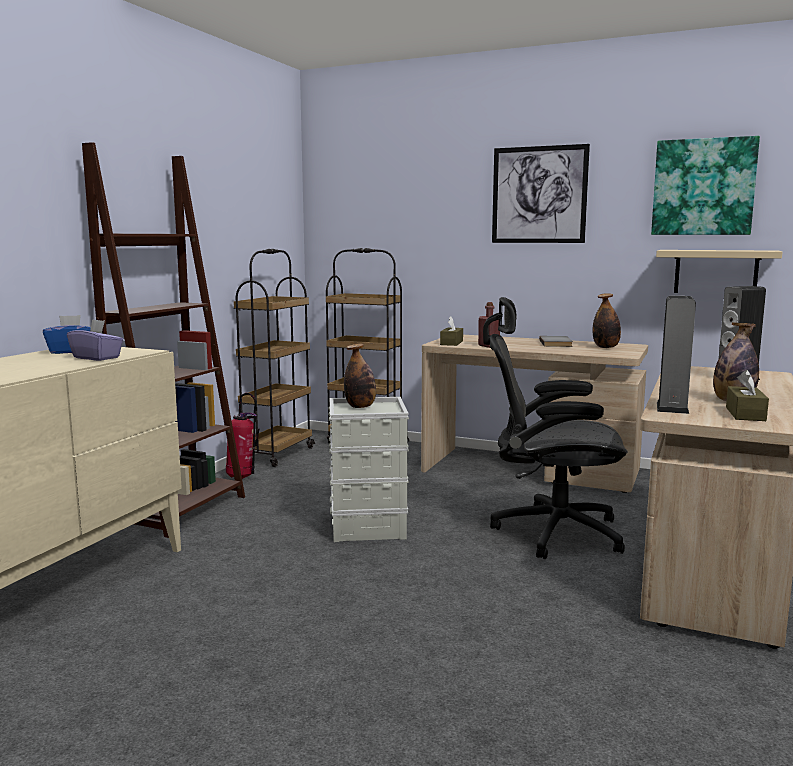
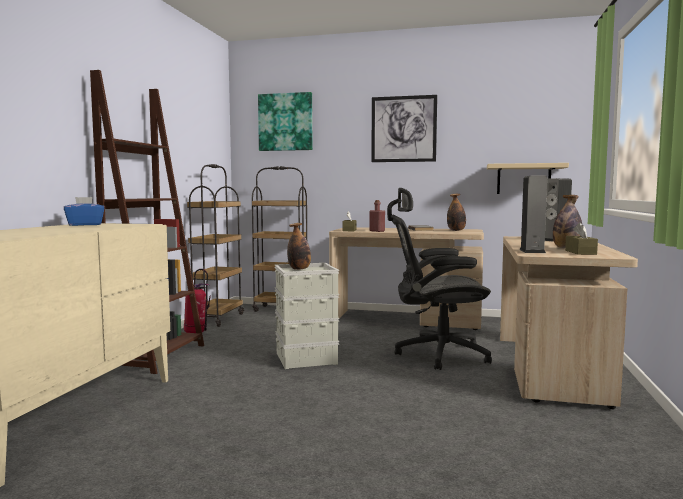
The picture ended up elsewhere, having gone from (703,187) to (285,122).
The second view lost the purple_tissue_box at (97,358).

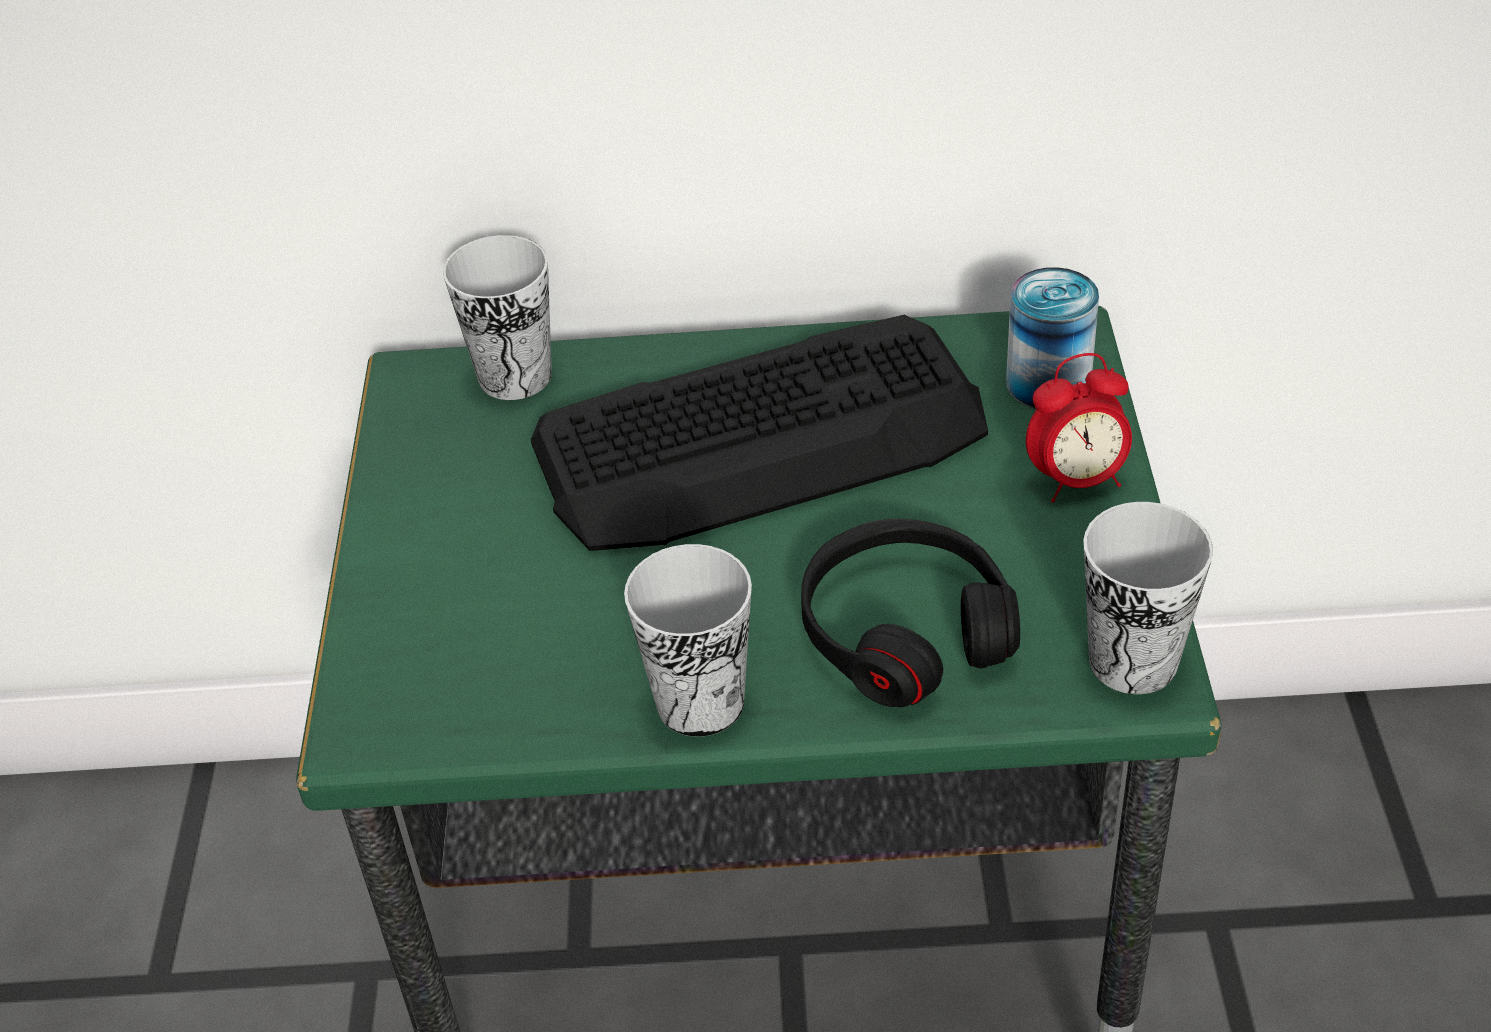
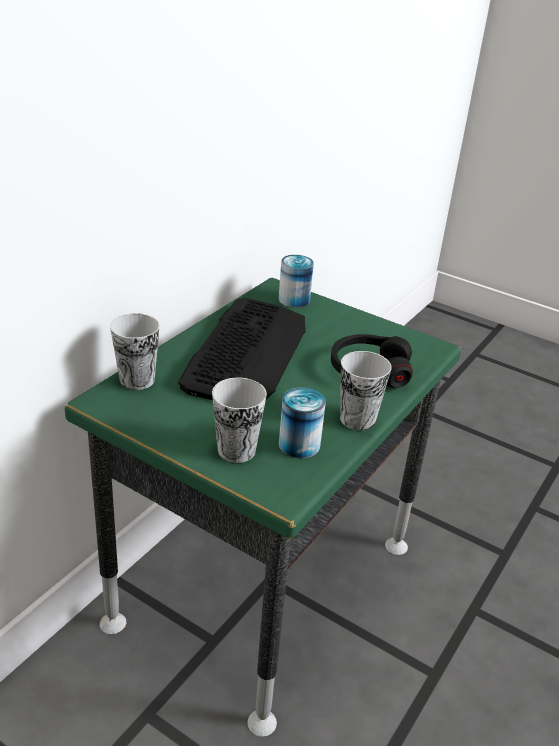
The second view lost the alarm_clock at (1077,480).
The cup ended up elsewhere, having gone from (1133,661) to (236,450).
The second view gained the can at (299,444).

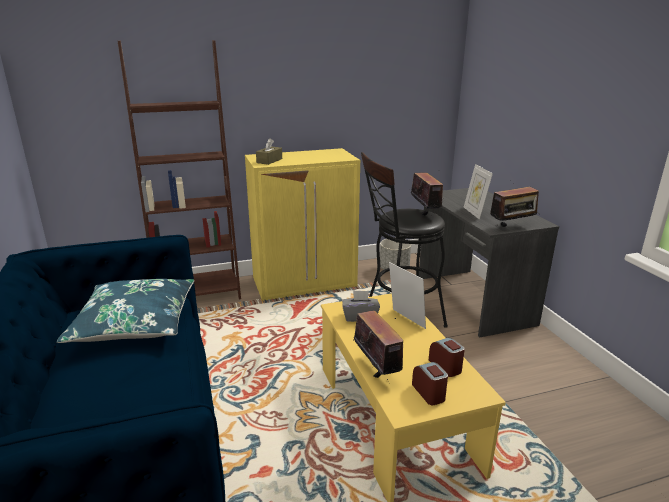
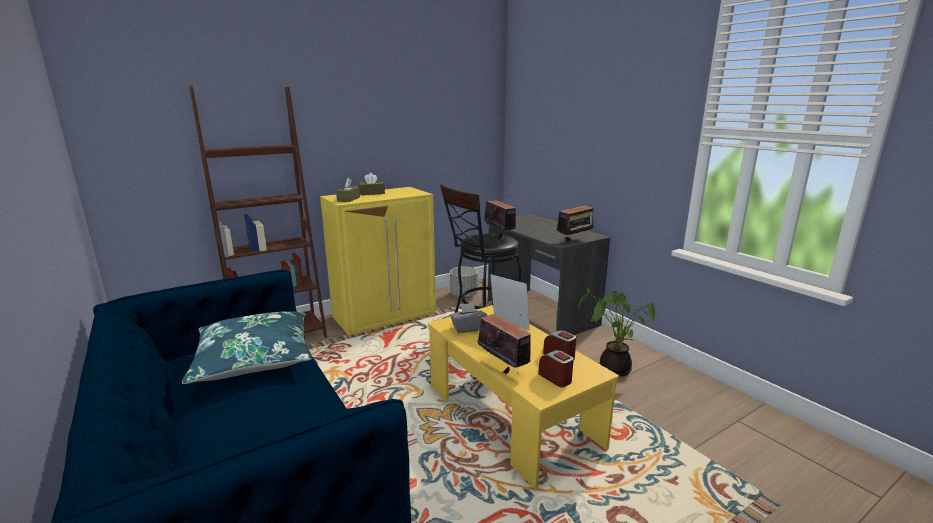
The second view lost the picture_frame at (474,213).
The second view gained the brown_tissue_box at (372,193).
The second view gained the potted_plant at (613,367).

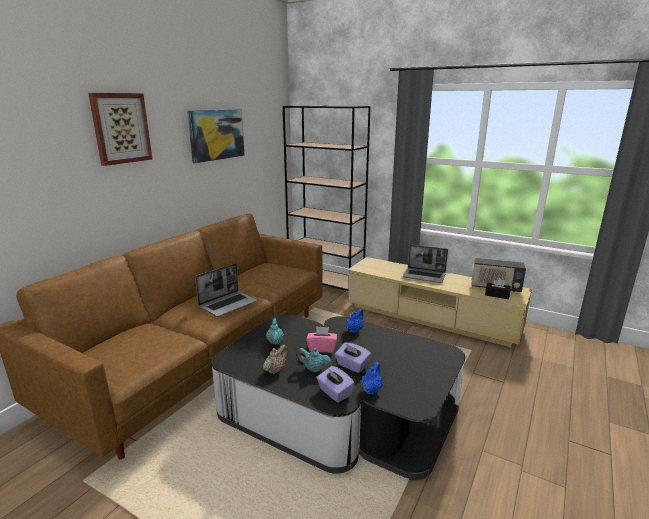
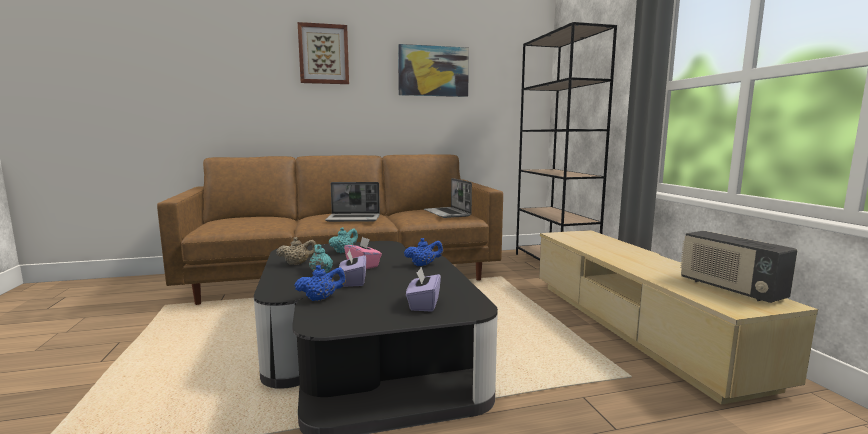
The laptop ended up elsewhere, having gone from (424,276) to (447,213).
The second view lost the black_tissue_box at (497,295).
The purple_tissue_box ended up elsewhere, having gone from (334,393) to (423,304).

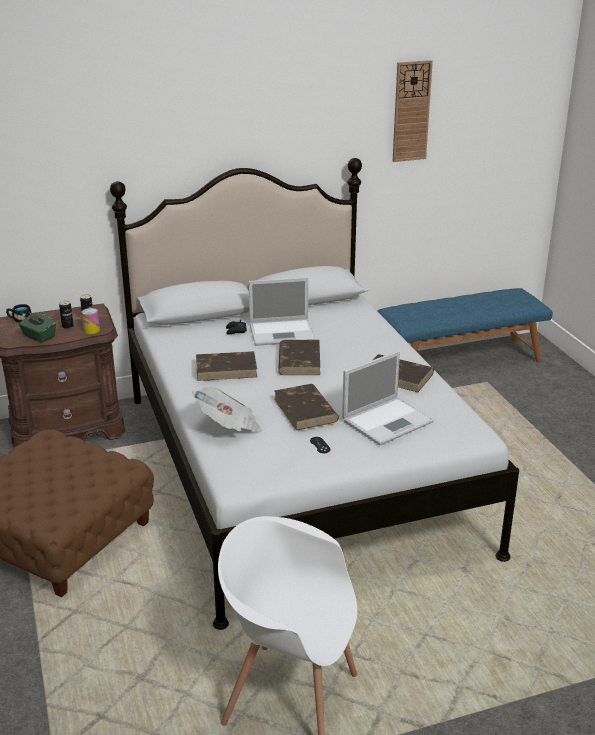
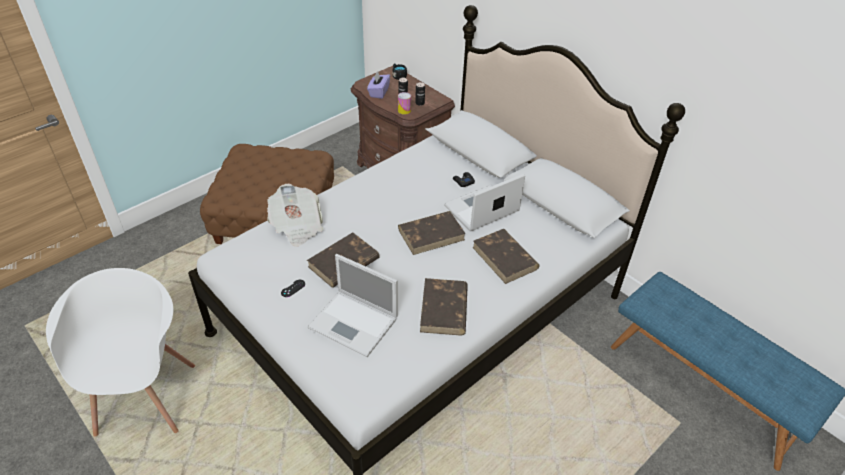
The second view lost the wall_clock at (411,111).
The laptop at (283,332) ended up facing another way, 90 degrees clockwise from before.
What was the green_tissue_box at (38,336) turned into the purple_tissue_box at (378,92).
The brown_book ended up elsewhere, having gone from (227,369) to (505,258).

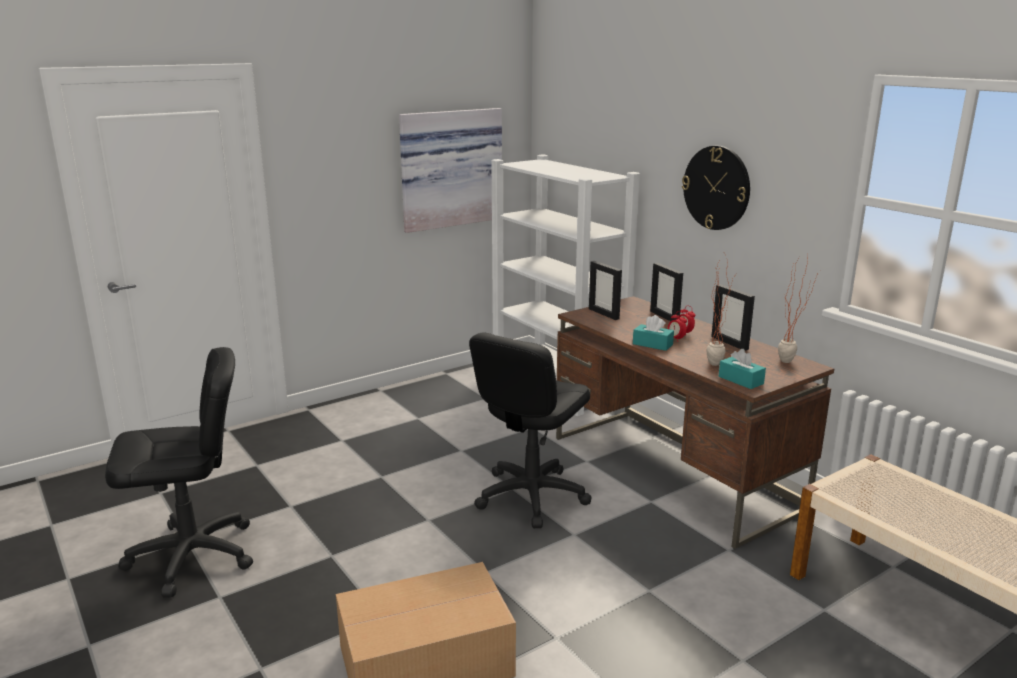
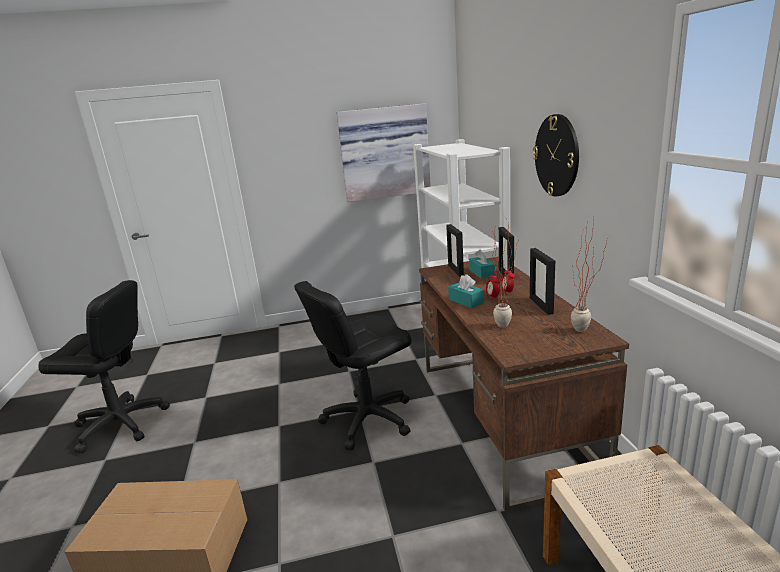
The turquoise_tissue_box ended up elsewhere, having gone from (740,380) to (482,273).

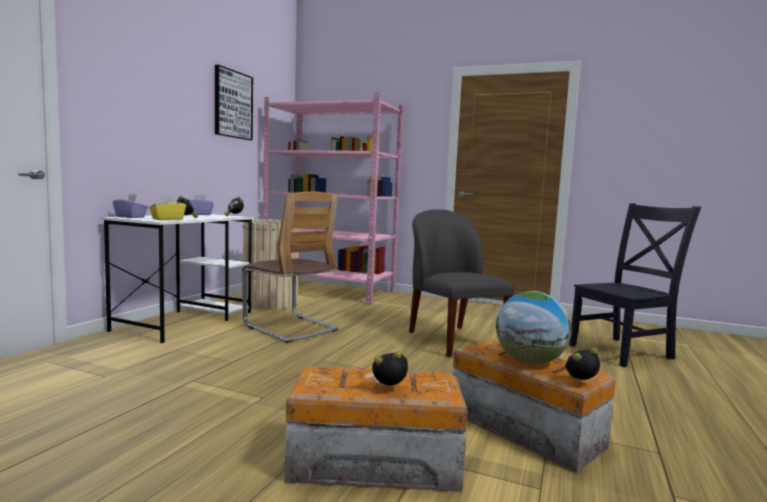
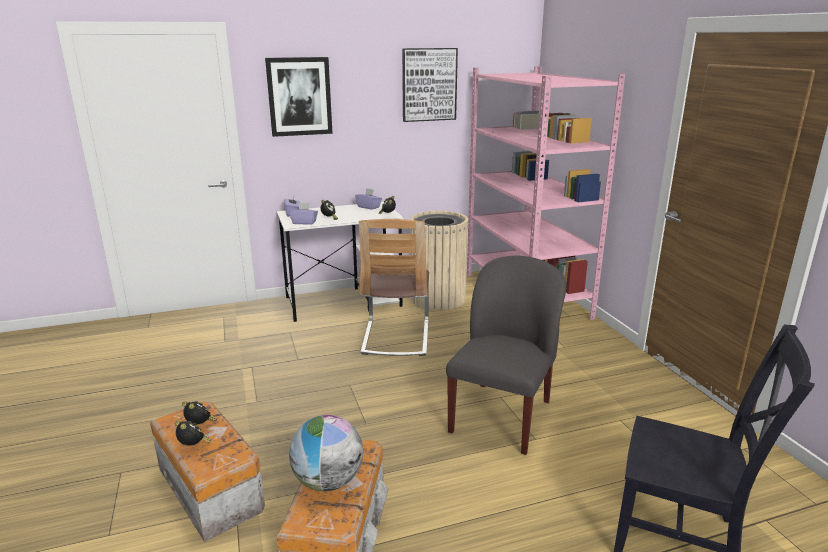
What was the yellow_tissue_box at (167,219) turned into the purple_tissue_box at (304,222).
The alarm_clock ended up elsewhere, having gone from (581,383) to (200,425).
The second view gained the picture at (299,96).

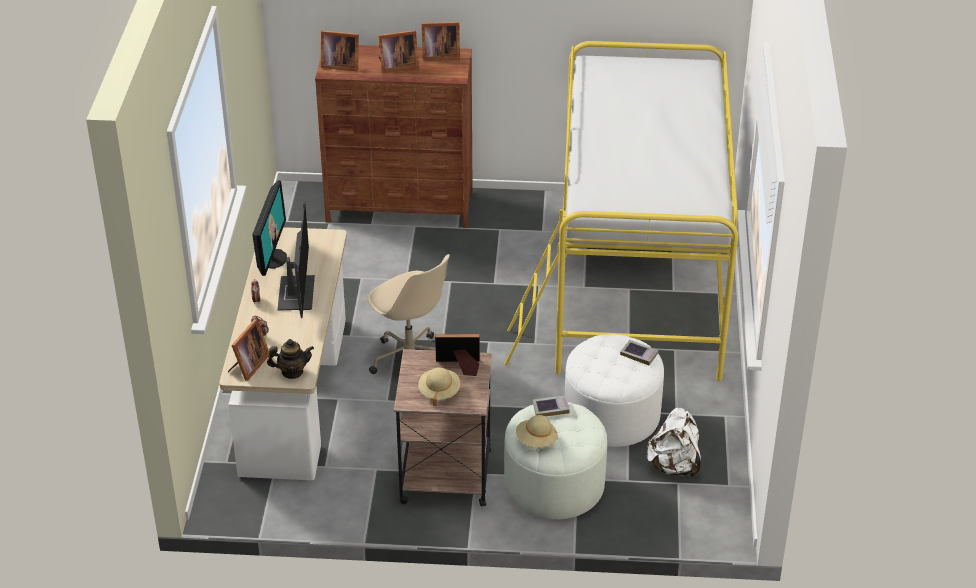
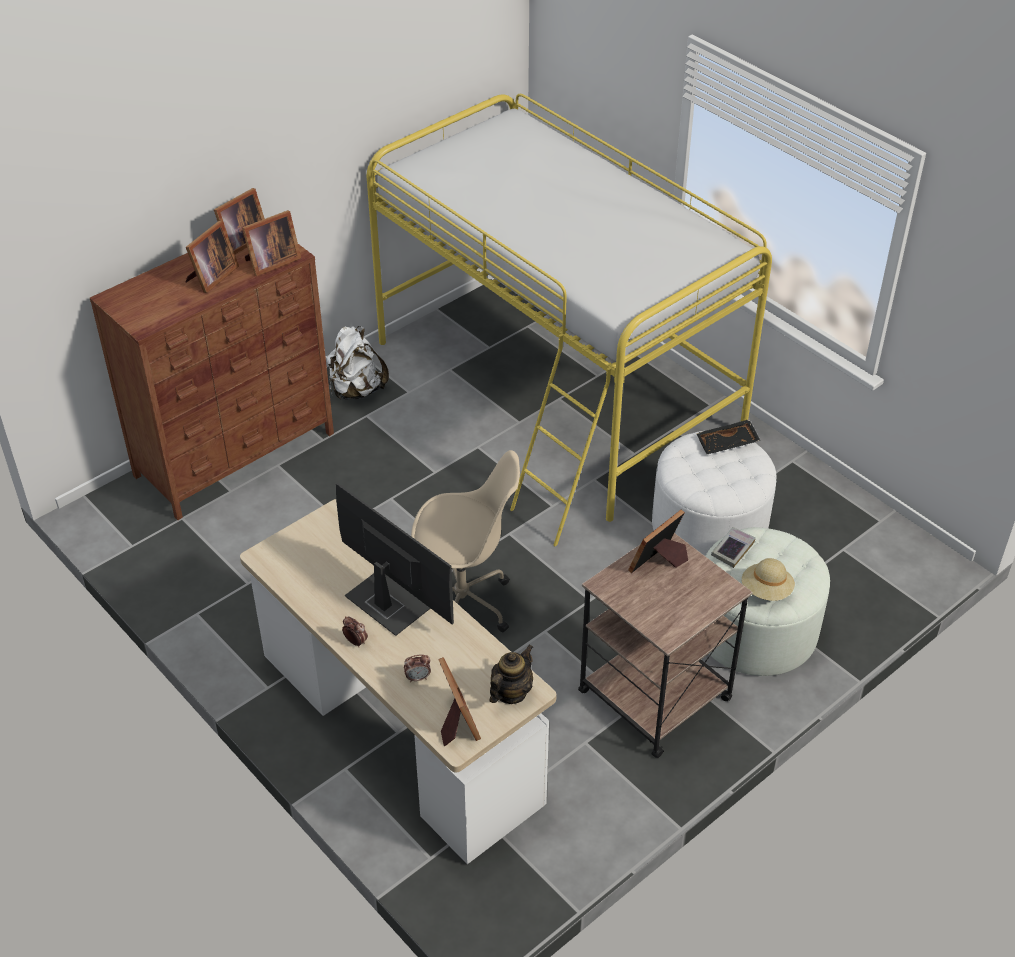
The picture_frame ended up elsewhere, having gone from (339,65) to (270,262).
The second view lost the monitor at (272,258).
Where the book stood at (639,354), the black_tray came to stand at (727,444).
The second view lost the beige_hat at (439,392).
The white_backpack ended up elsewhere, having gone from (674,465) to (356,390).

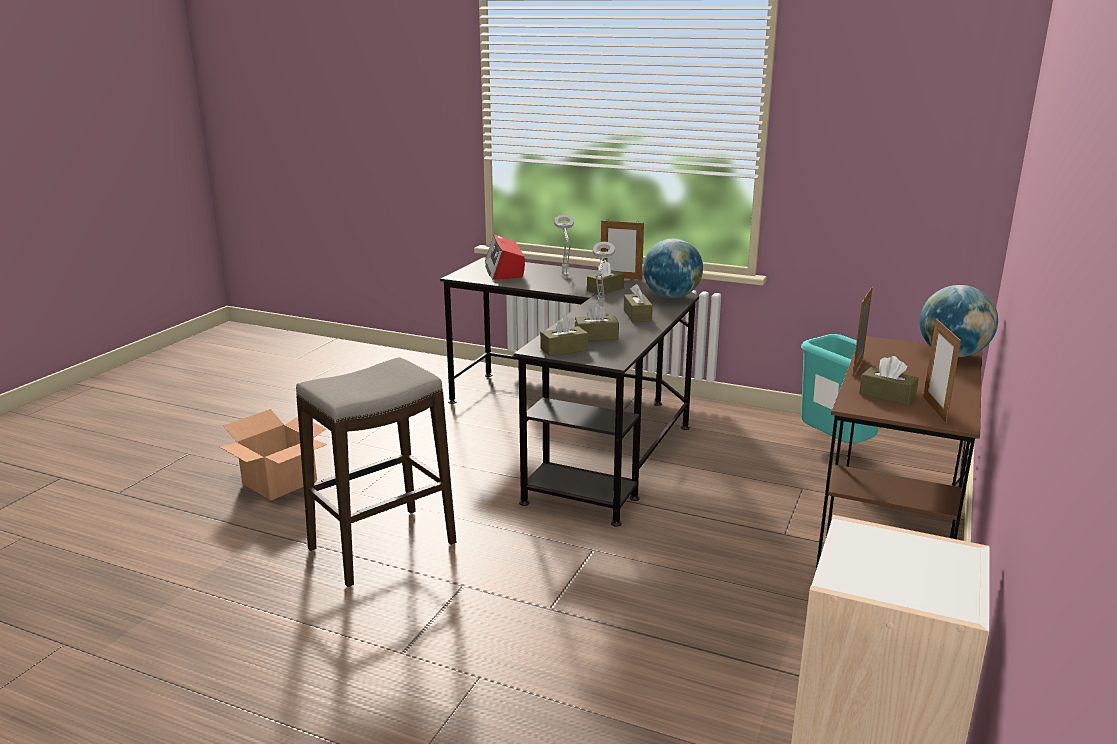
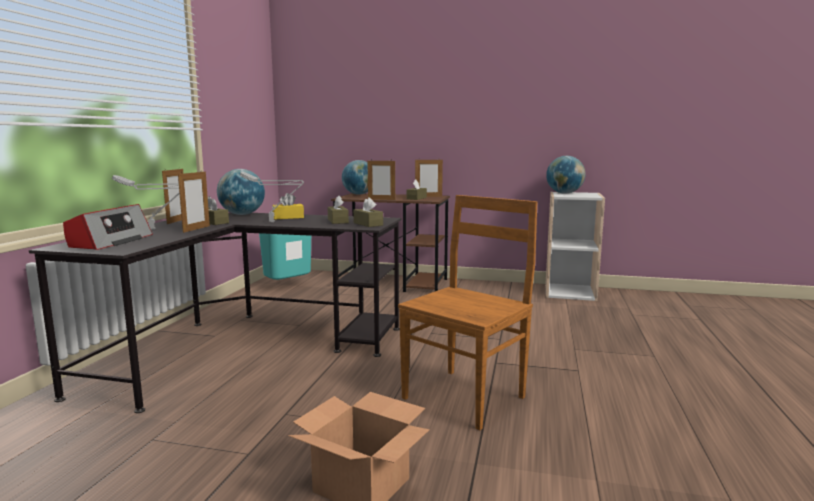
The radio at (504,270) ended up facing another way, 60 degrees counterclockwise from before.
What was the brown_tissue_box at (637,315) turned into the yellow_tissue_box at (288,217).
Where the stool stood at (383,546), the brown_chair came to stand at (466,396).
The second view gained the globe at (564,193).
The second view gained the picture_frame at (196,229).

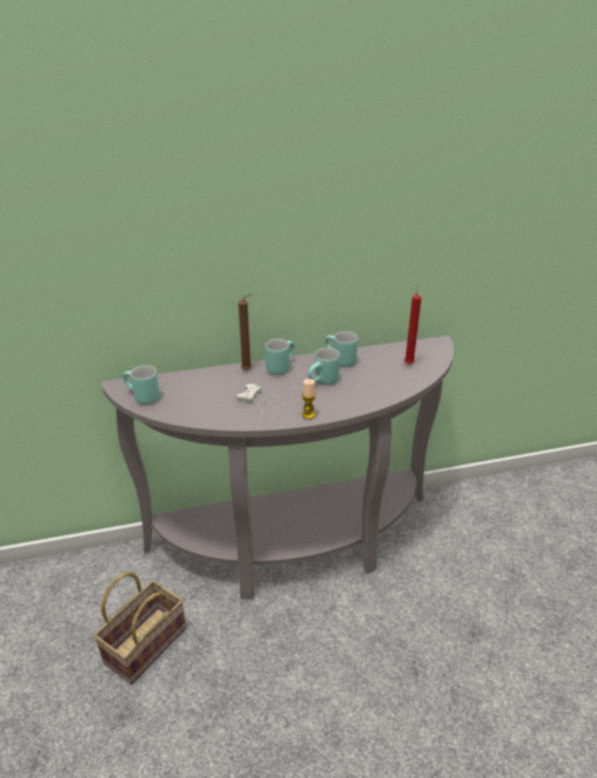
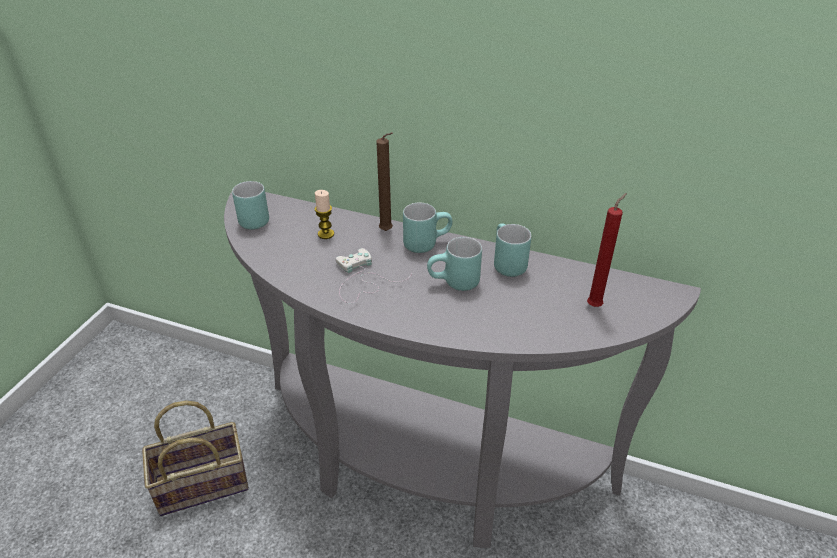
The candle ended up elsewhere, having gone from (308,415) to (326,234).

